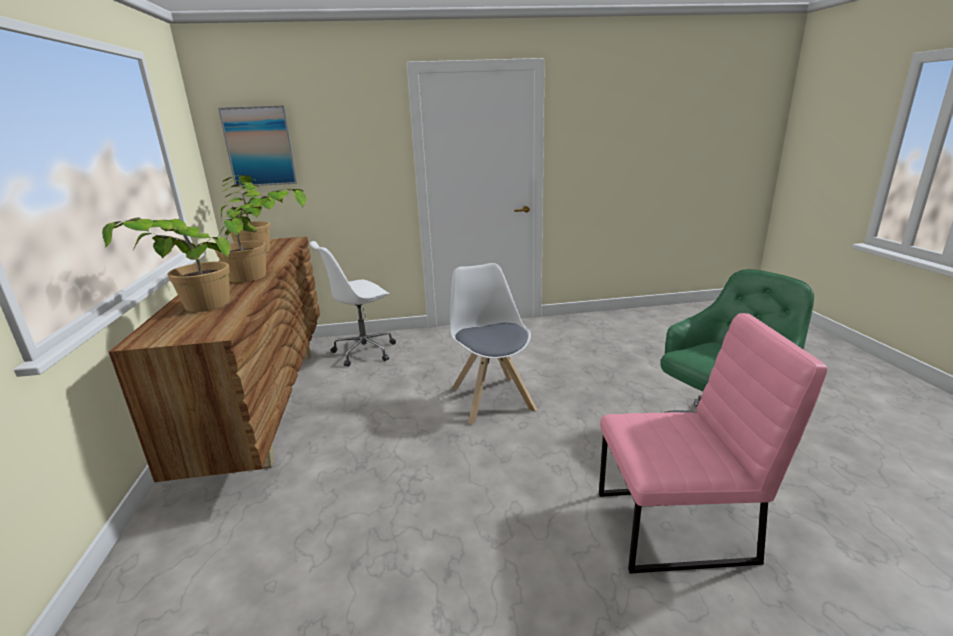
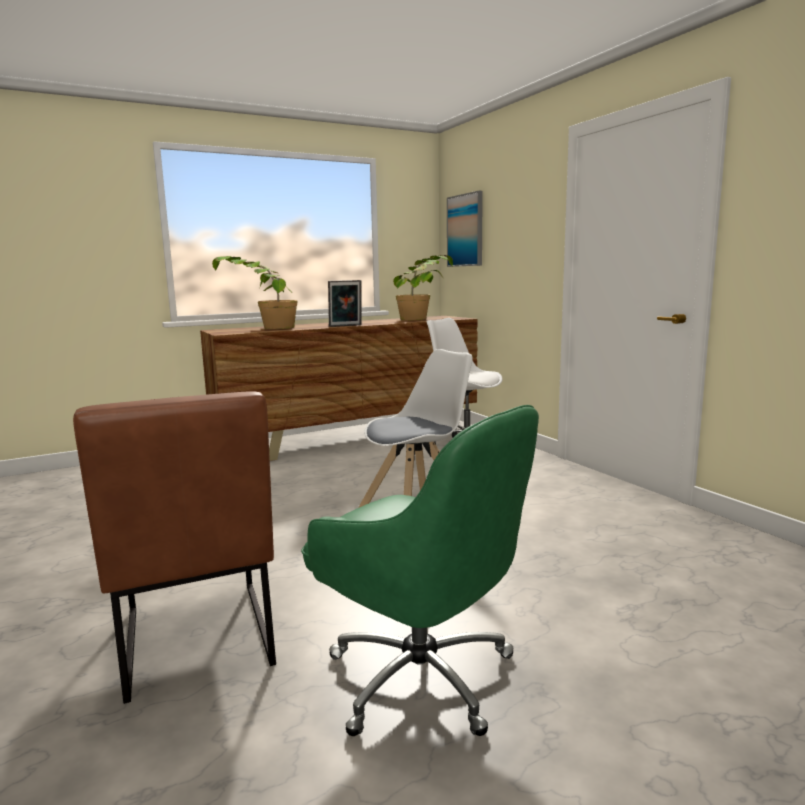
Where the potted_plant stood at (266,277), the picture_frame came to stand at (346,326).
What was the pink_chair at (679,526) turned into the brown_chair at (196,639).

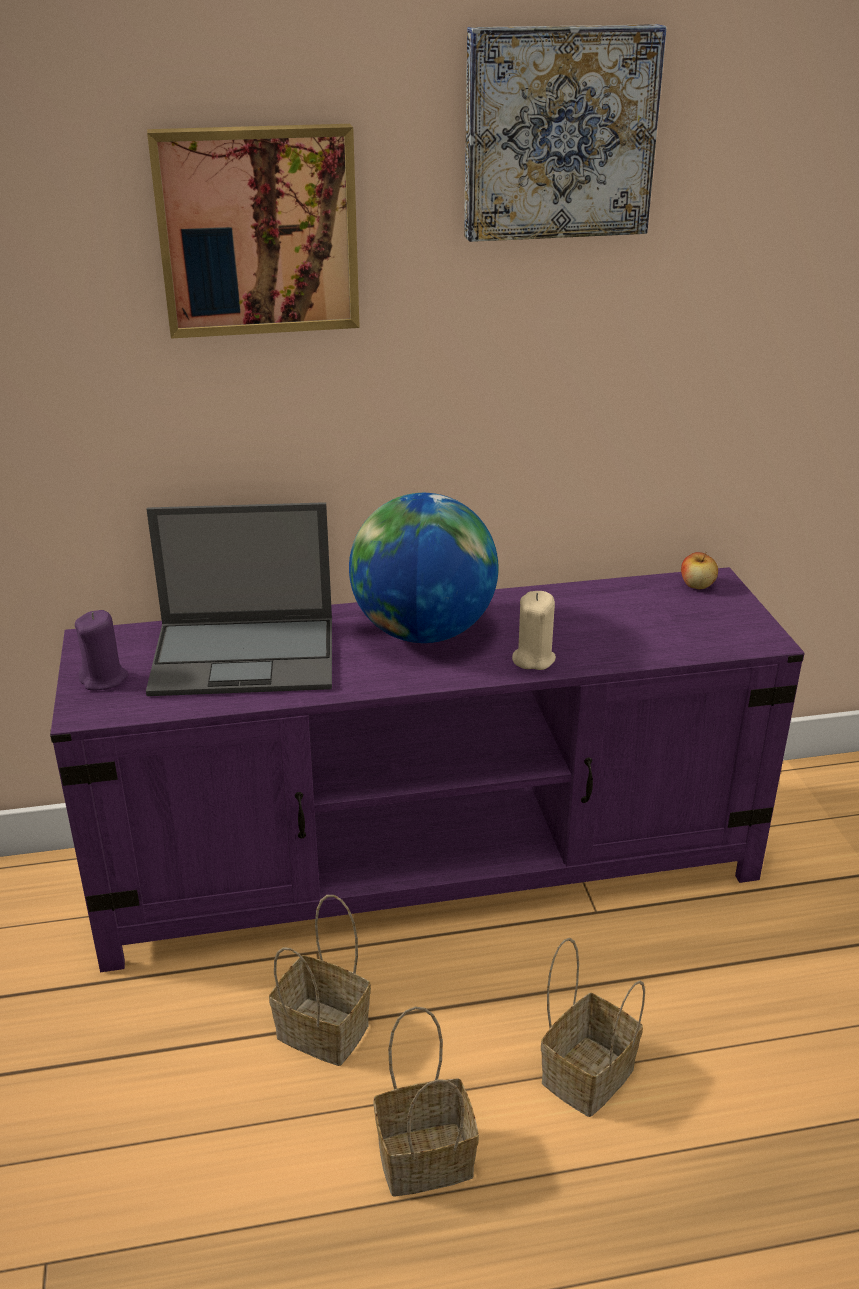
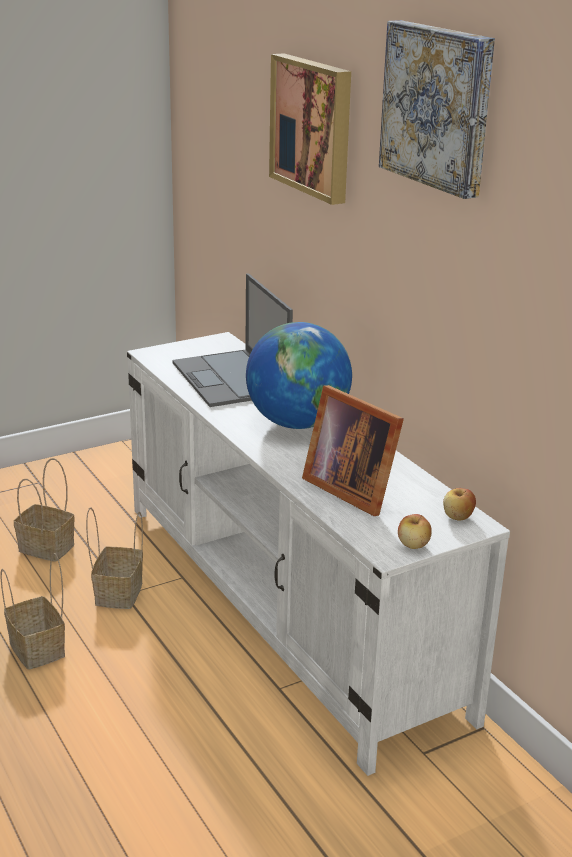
What was the purple_tv_stand at (431,866) turned into the white_tv_stand at (285,605).
The second view lost the beige_candle at (533,659).
The second view lost the purple_candle at (104,679).
The basket ended up elsewhere, having gone from (588,1072) to (48,548).
The second view gained the picture_frame at (351,488).
The second view gained the apple at (413,545).

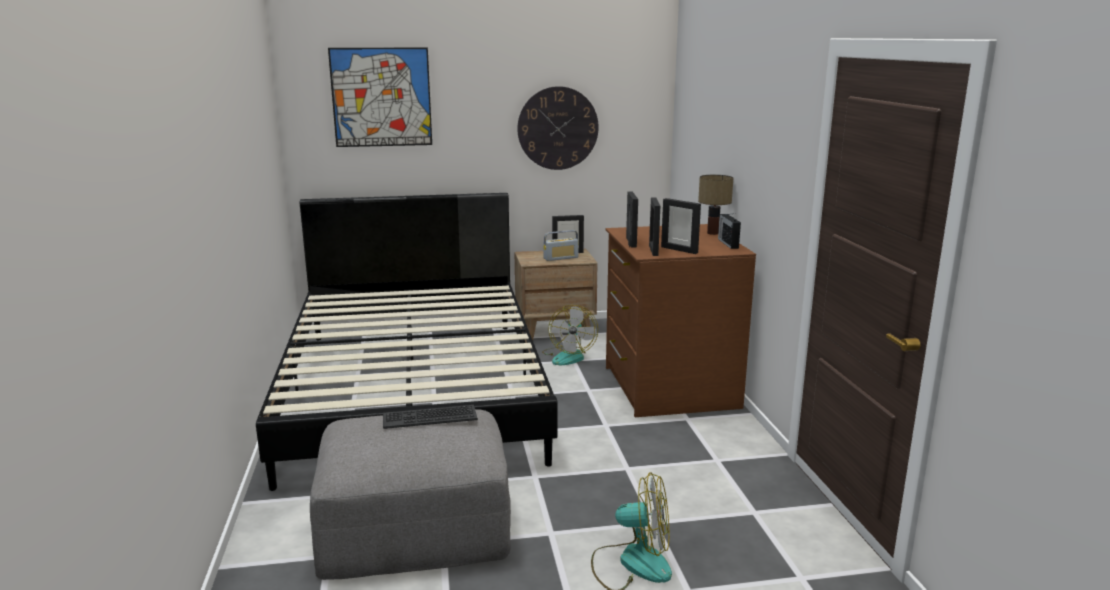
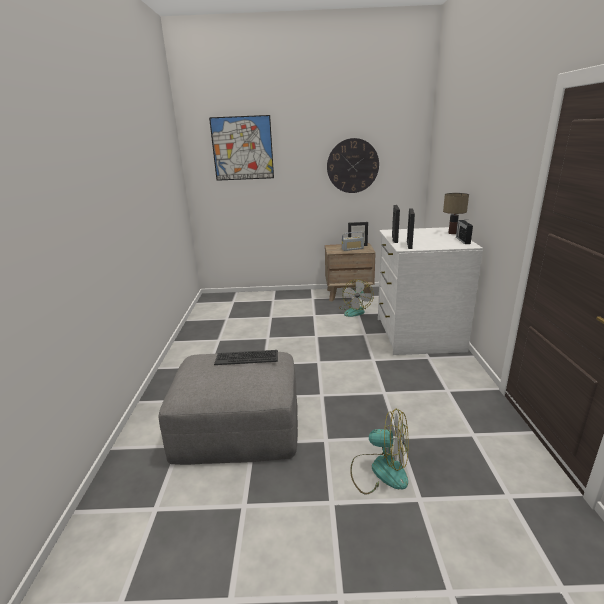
The second view lost the black_bed at (415,390).
The second view lost the picture_frame at (679,250).
What was the brown_dresser at (668,387) turned into the white_dresser at (417,334).

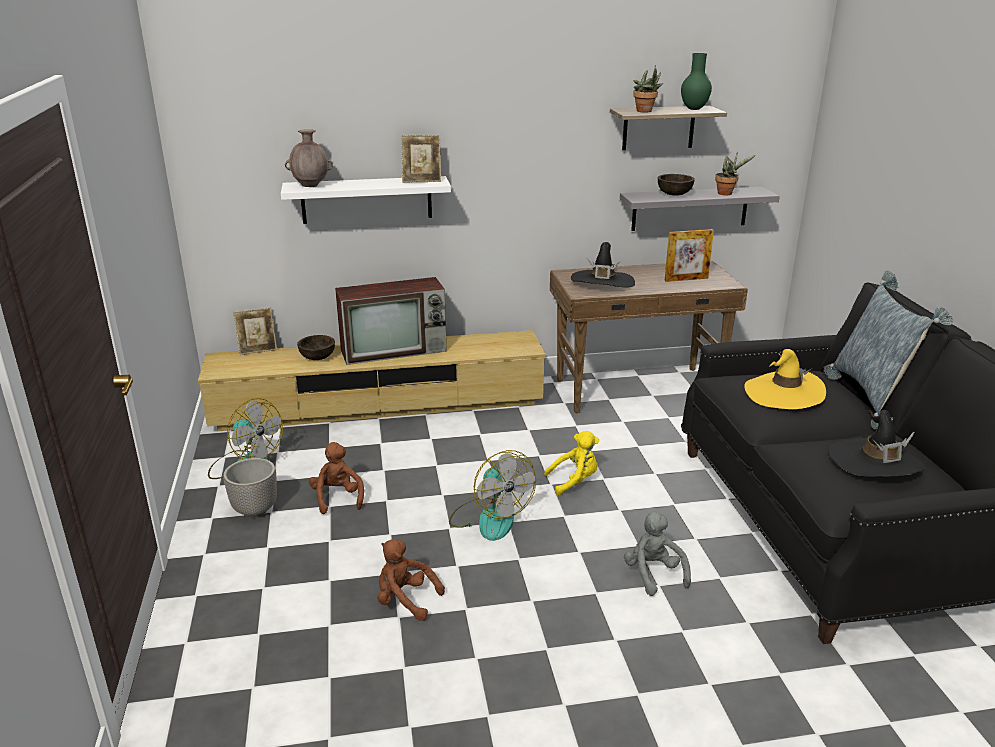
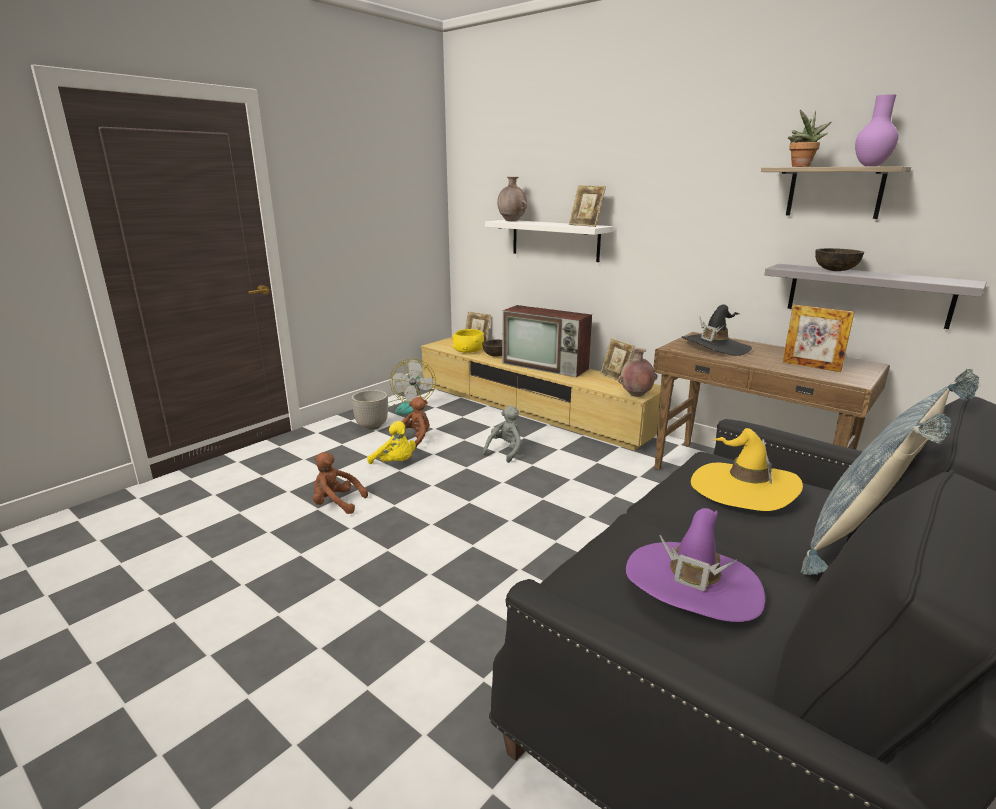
What was the green_vase at (694,109) turned into the purple_vase at (872,166).
The second view lost the potted_plant at (727,193).
What was the black_hat at (875,463) turned into the purple_hat at (692,585).
The yellow_plush_toy ended up elsewhere, having gone from (574,481) to (395,463).
The second view lost the fan at (490,518).
The grey_plush_toy ended up elsewhere, having gone from (653,574) to (505,451).
The brown_plush_toy at (405,600) ended up facing another way, 60 degrees counterclockwise from before.
The second view gained the yellow_bowl at (469,350).
The second view gained the picture_frame at (615,377).
The second view gained the brown_vase at (635,395).

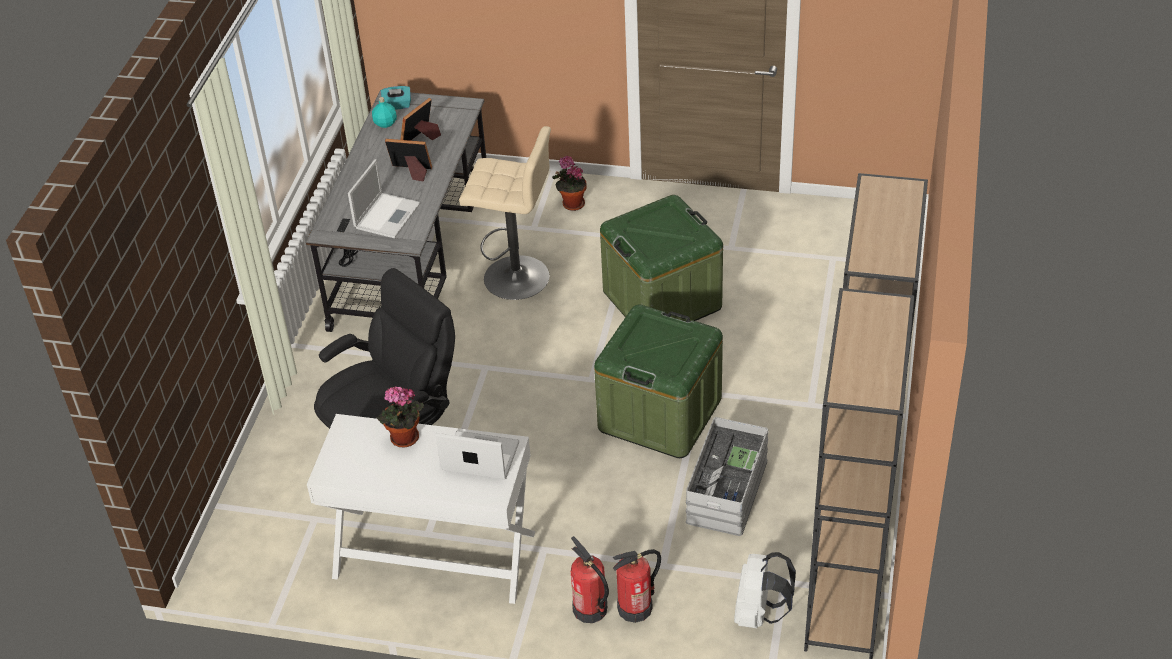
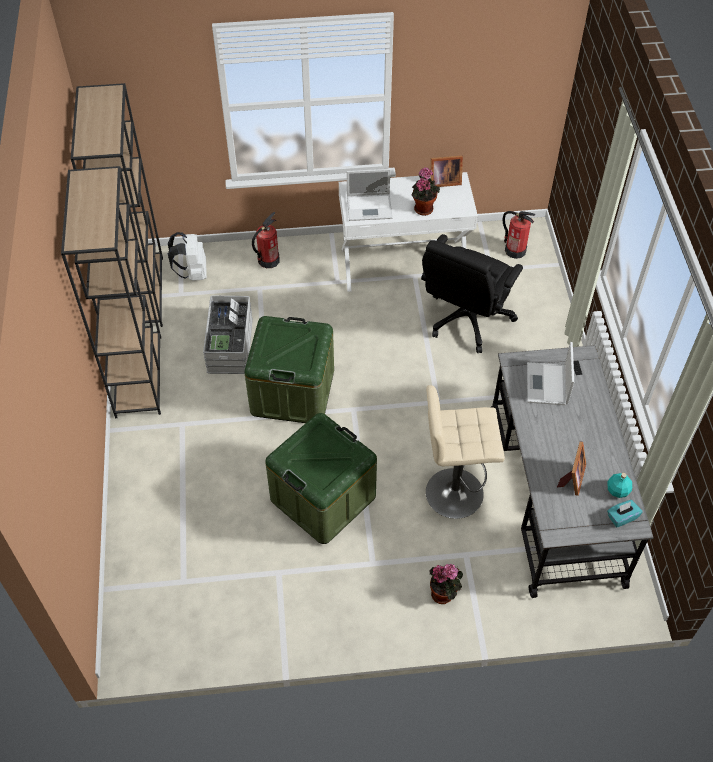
The picture_frame ended up elsewhere, having gone from (411,172) to (443,181).
The fire_extinguisher ended up elsewhere, having gone from (590,609) to (515,250).

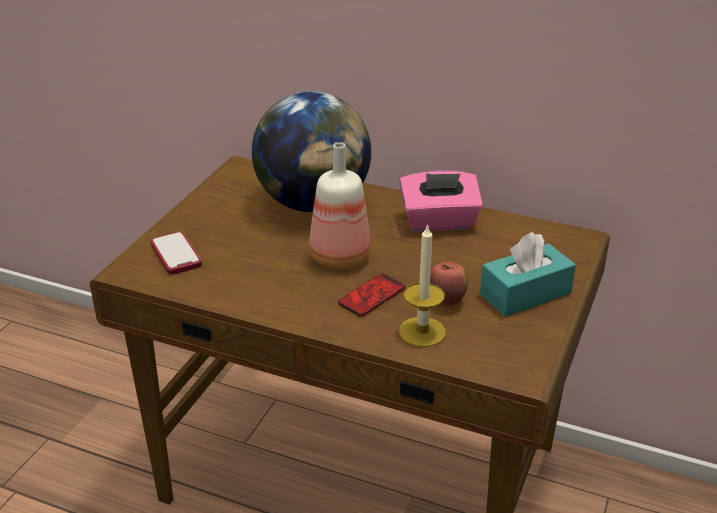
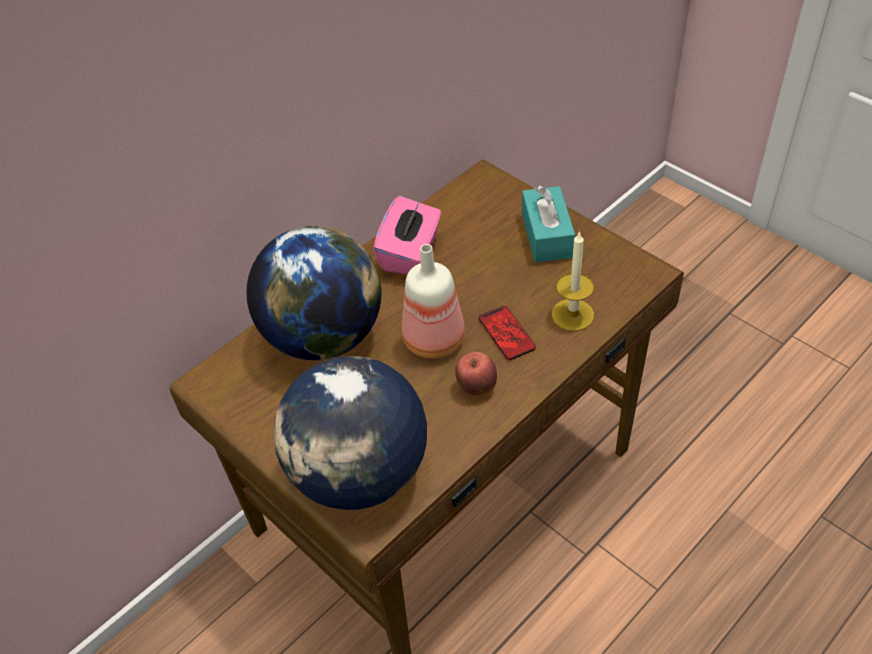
Where the phone stood at (176,255), the globe came to stand at (360,474).
The apple ended up elsewhere, having gone from (446,301) to (476,387).

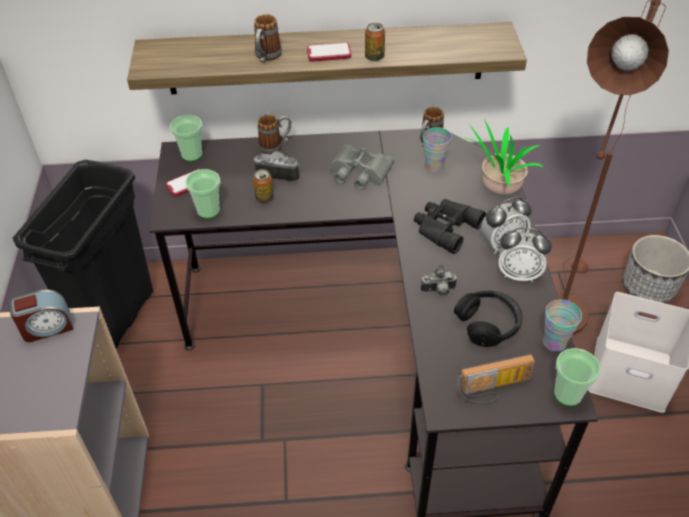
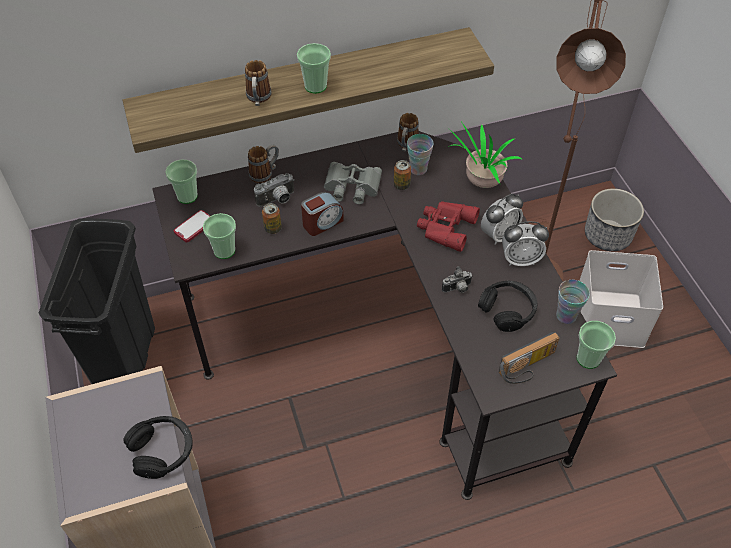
The can ended up elsewhere, having gone from (374,57) to (401,185).
Where the phone stood at (329,53), the cup came to stand at (315,86).
The photo_camera at (279,173) ended up facing another way, 150 degrees clockwise from before.
What was the black_binoculars at (444,227) turned into the red_binoculars at (445,227).
The alarm_clock ended up elsewhere, having gone from (47,327) to (322,223).
The second view gained the black_headphones at (162,451).

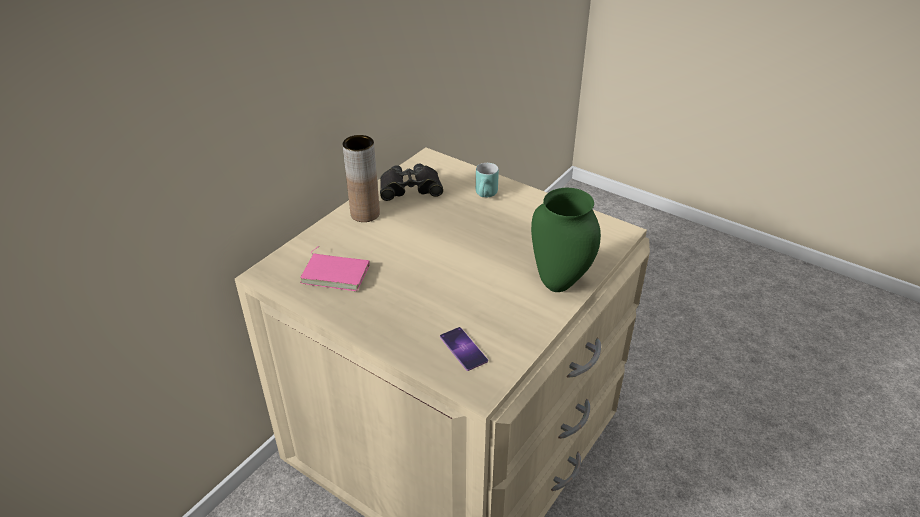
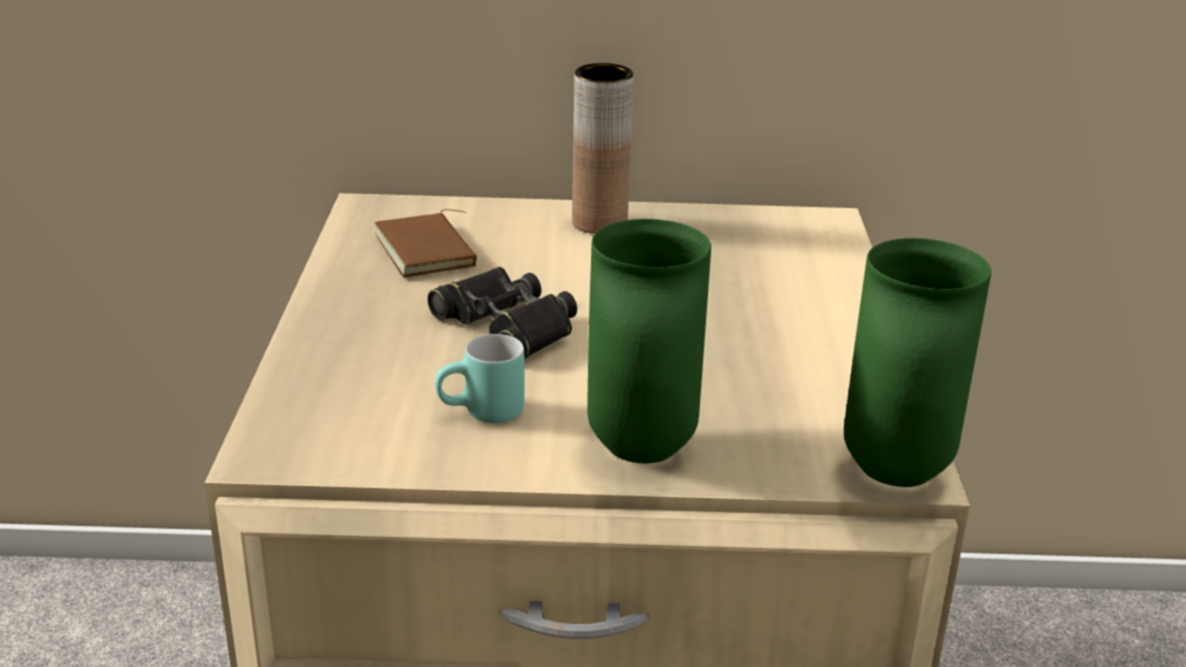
The turquoise_mug ended up elsewhere, having gone from (486,195) to (482,415).
The black_binoculars ended up elsewhere, having gone from (410,188) to (507,326).
What was the pink_book at (336,273) turned into the brown_book at (429,251).
The second view lost the phone at (463,349).
The second view gained the green_vase at (898,473).

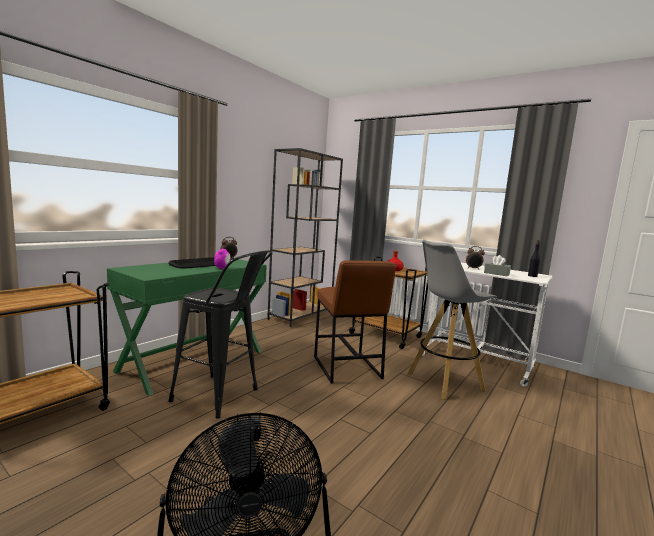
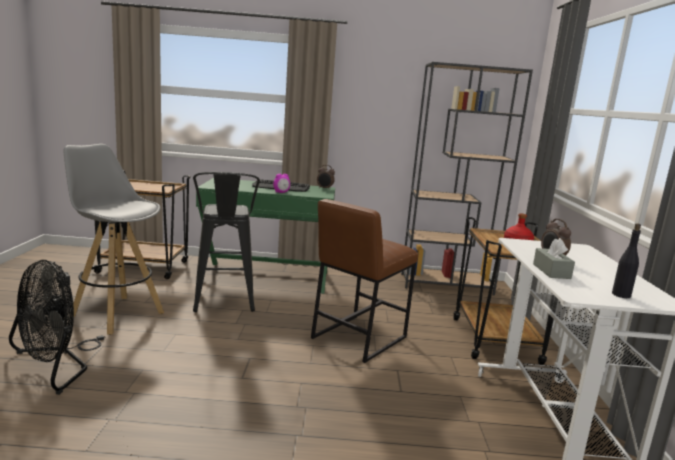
The grey_stool ended up elsewhere, having gone from (443,382) to (117,313).

